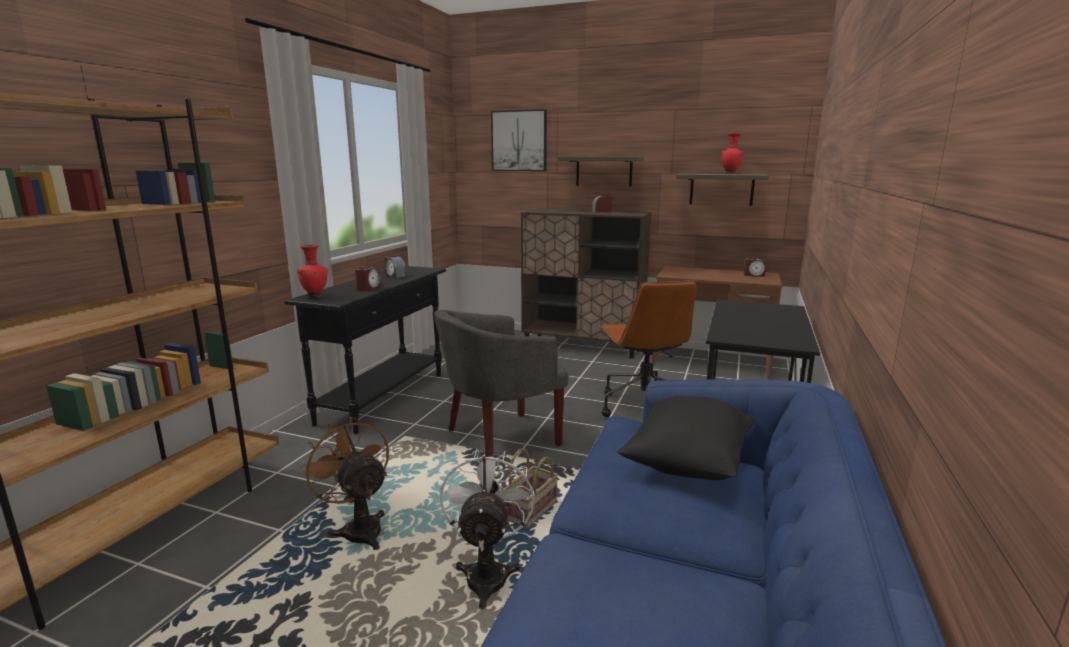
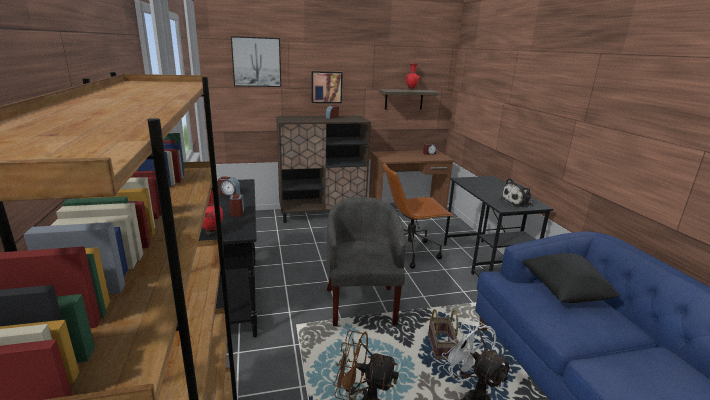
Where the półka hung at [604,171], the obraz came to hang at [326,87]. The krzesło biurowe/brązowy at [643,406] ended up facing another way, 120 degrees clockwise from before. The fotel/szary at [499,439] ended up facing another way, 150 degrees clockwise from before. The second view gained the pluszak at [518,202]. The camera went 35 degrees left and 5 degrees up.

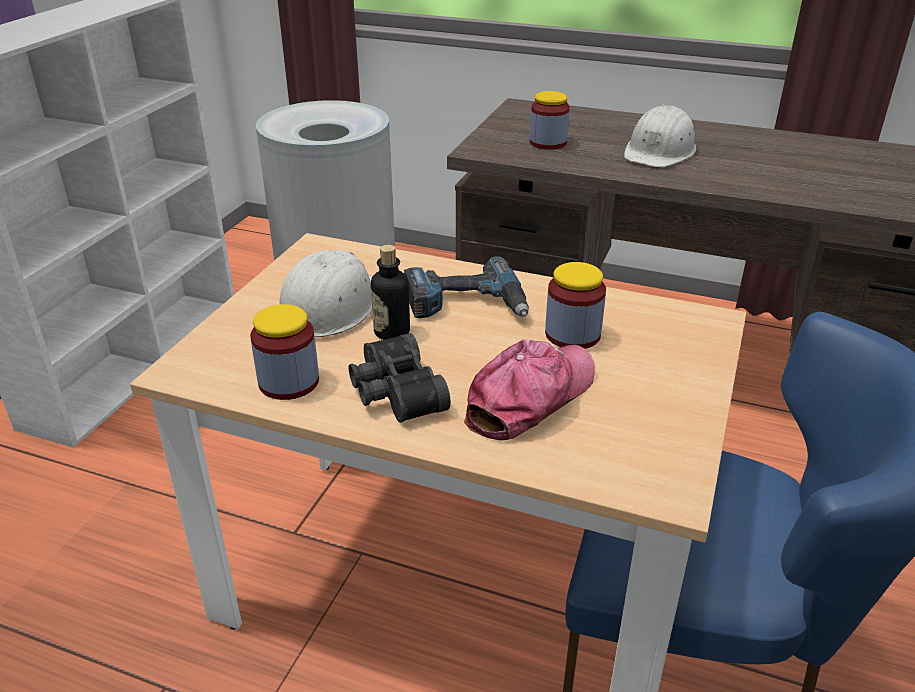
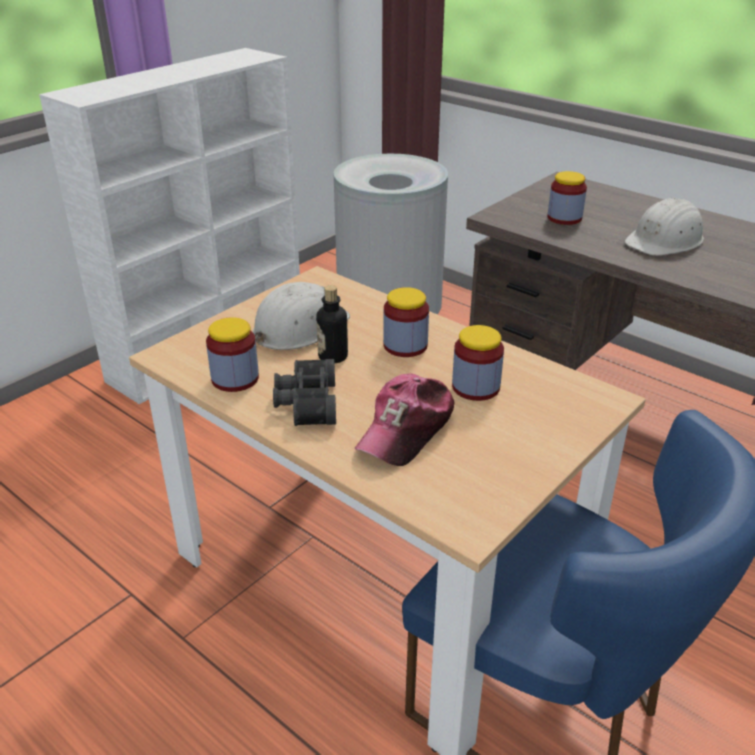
Where the wiertarka stood at [466,304], the słoik came to stand at [405,345]. The czapka z daszkiem at [530,398] ended up facing another way, 150 degrees clockwise from before. The camera went 20 degrees right and 0 degrees up.

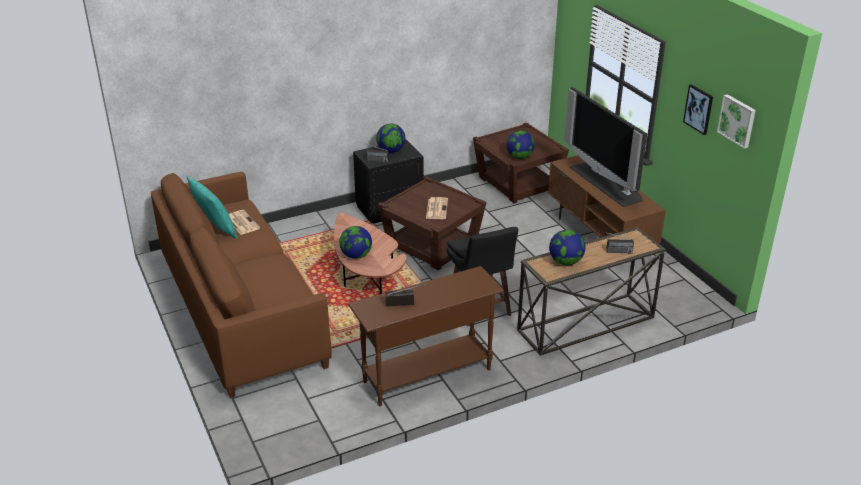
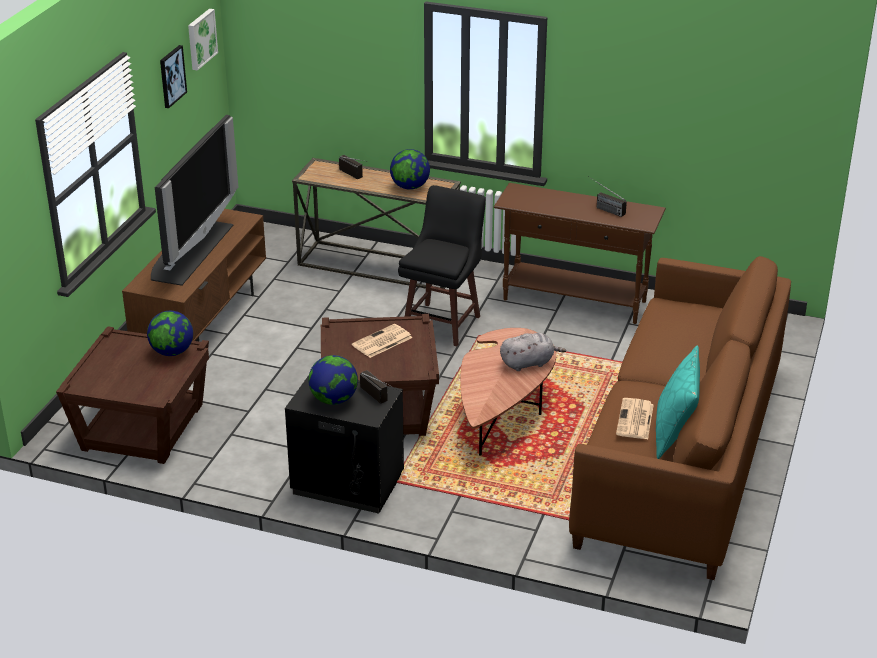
Where the globus stood at [356,255], the pluszak/szary came to stand at [529,363]. The camera went 135 degrees left and 0 degrees up.

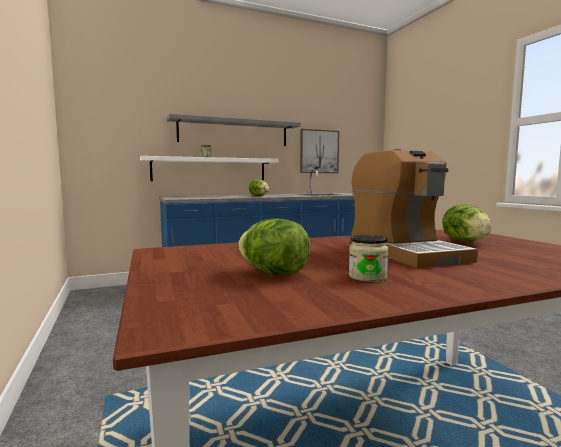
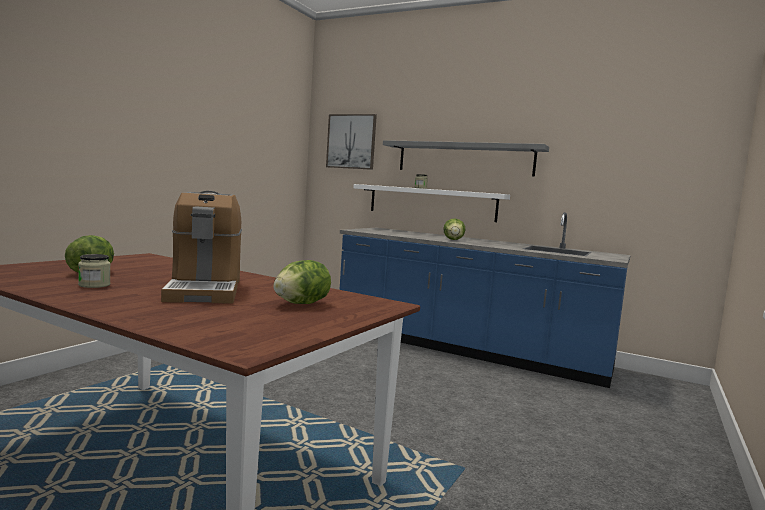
The obraz ended up elsewhere, having gone from [319,151] to [351,141]. The ekspres do kawy at [404,252] ended up facing another way, 45 degrees counterclockwise from before. The camera went 50 degrees right and 0 degrees up.

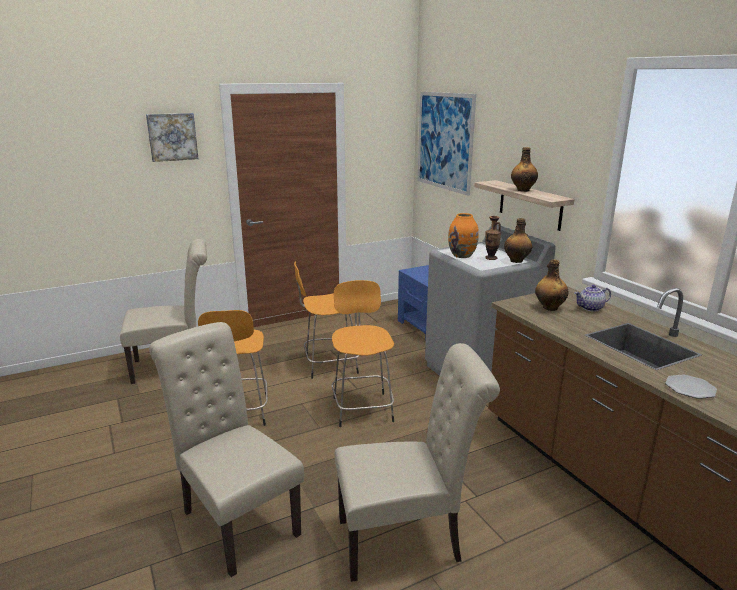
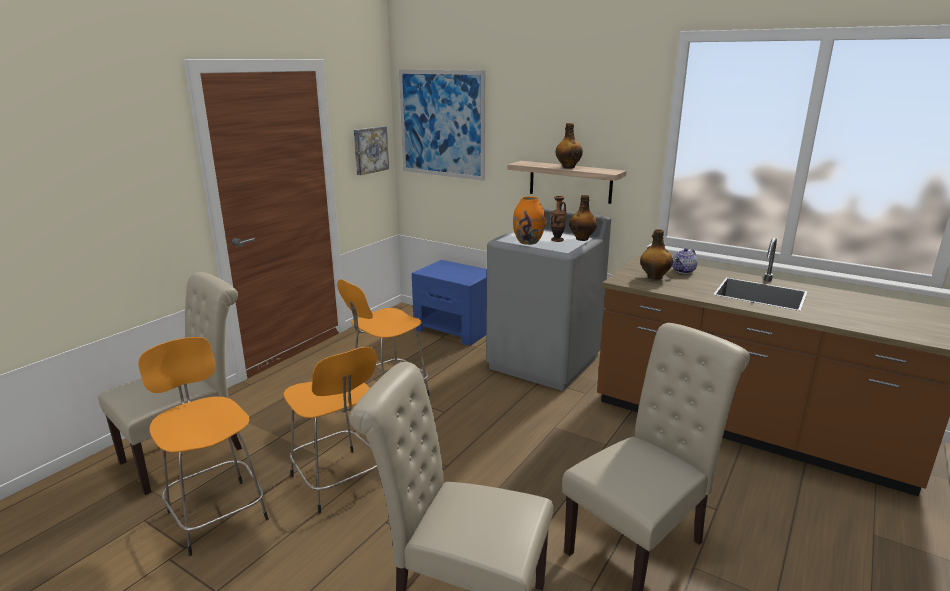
The obraz ended up elsewhere, having gone from [172,137] to [370,150]. The stołek/pomarańczowy ended up elsewhere, having gone from [362,408] to [216,513]. The second view lost the talerz at [690,388]. The camera went 30 degrees left and 0 degrees up.

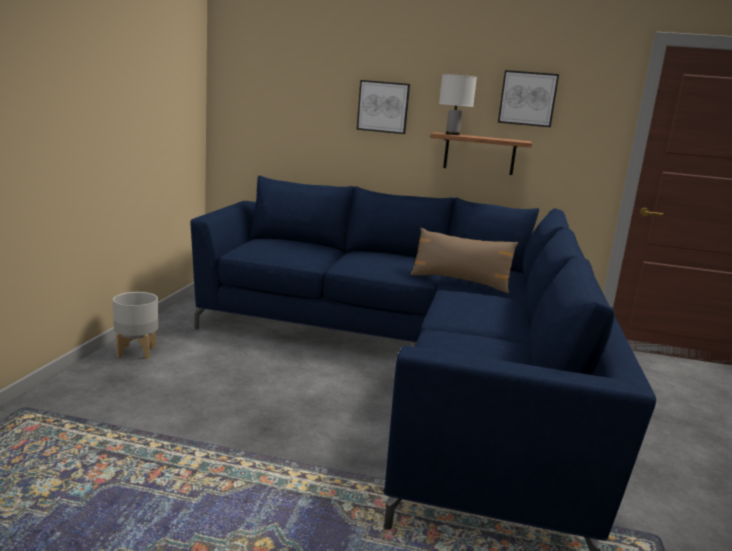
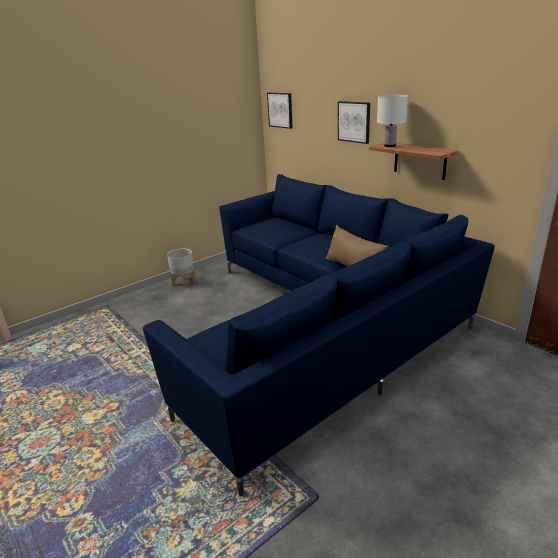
The obraz ended up elsewhere, having gone from [527,98] to [280,110]. The camera went 40 degrees right and 10 degrees up.

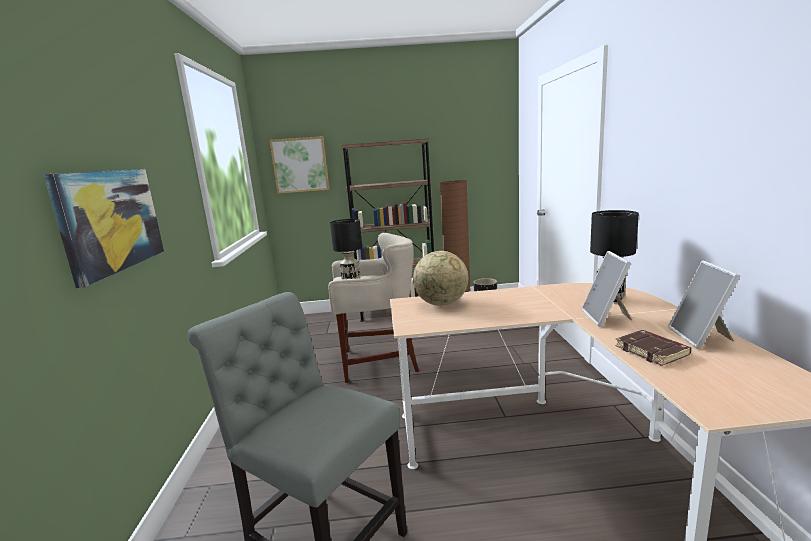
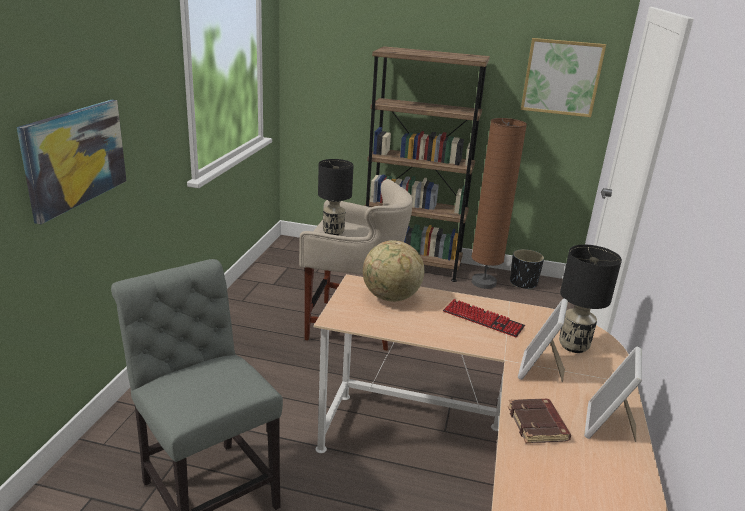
The obraz ended up elsewhere, having gone from [300,165] to [561,77]. The second view gained the klawiatura at [483,319]. The camera went 15 degrees right and 10 degrees up.

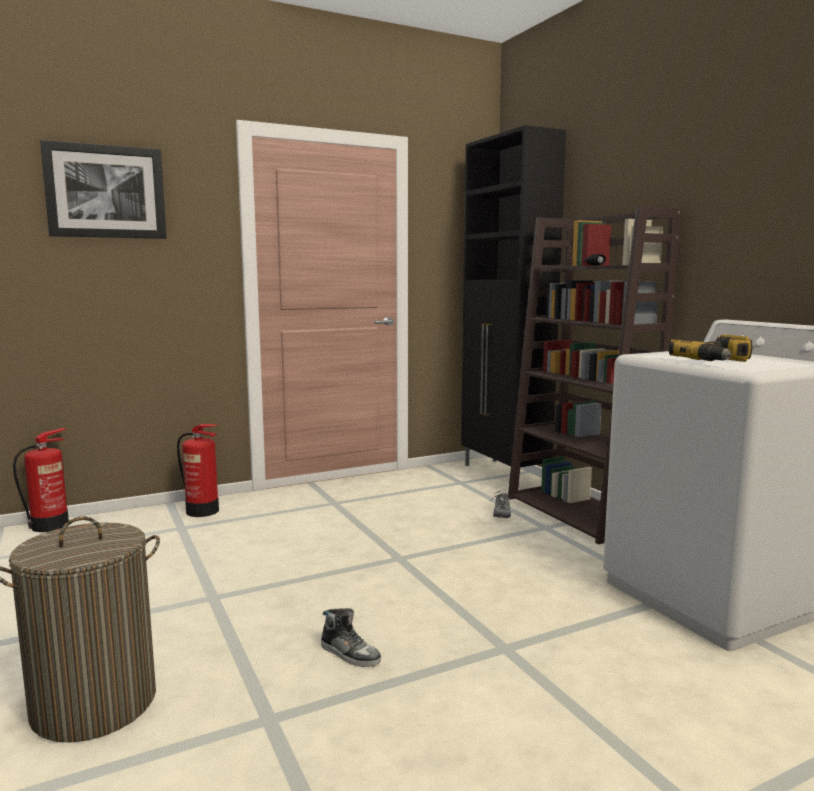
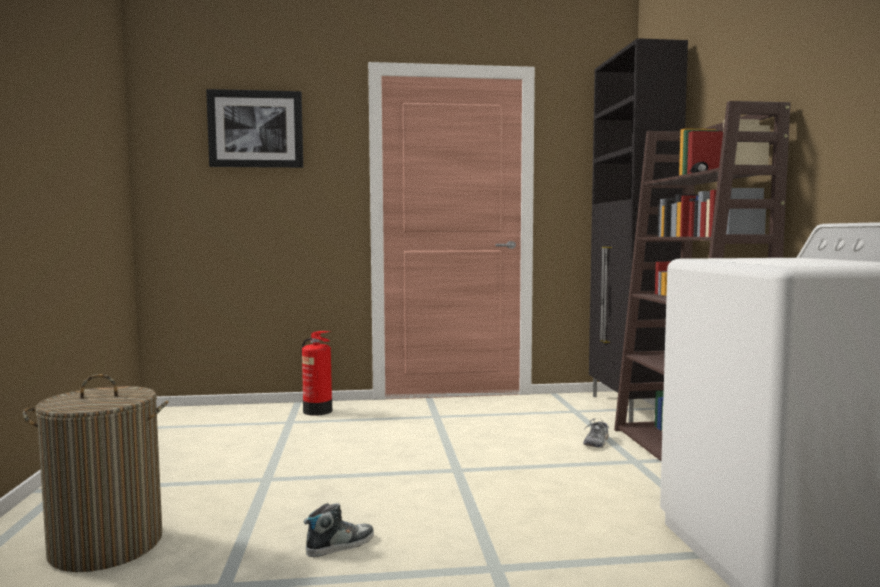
The second view lost the wiertarka at [716,362]. The second view lost the gaśnica at [51,525]. The but at [350,654] ended up facing another way, 90 degrees counterclockwise from before. The camera went 20 degrees right and 5 degrees down.

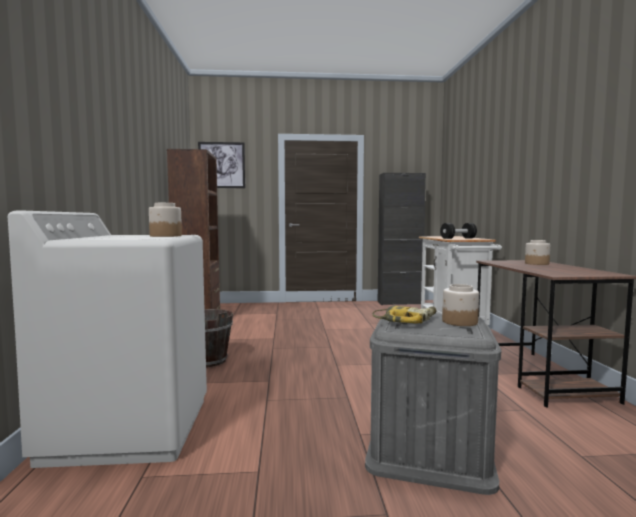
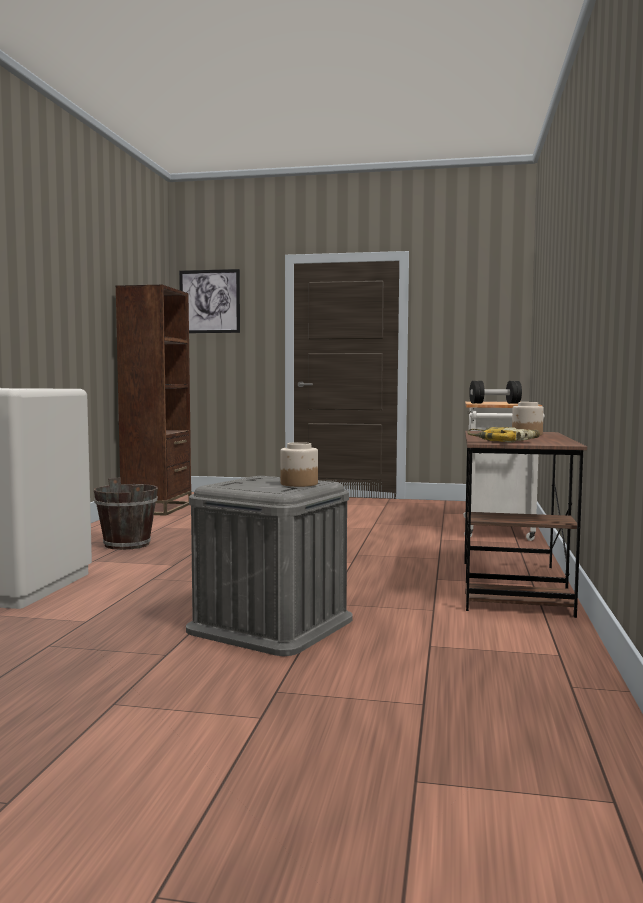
The second view lost the szafka/czarny at [399,303]. The second view lost the słoik at [165,236]. The wiertarka ended up elsewhere, having gone from [406,320] to [505,441]. The camera went 15 degrees right and 0 degrees up.

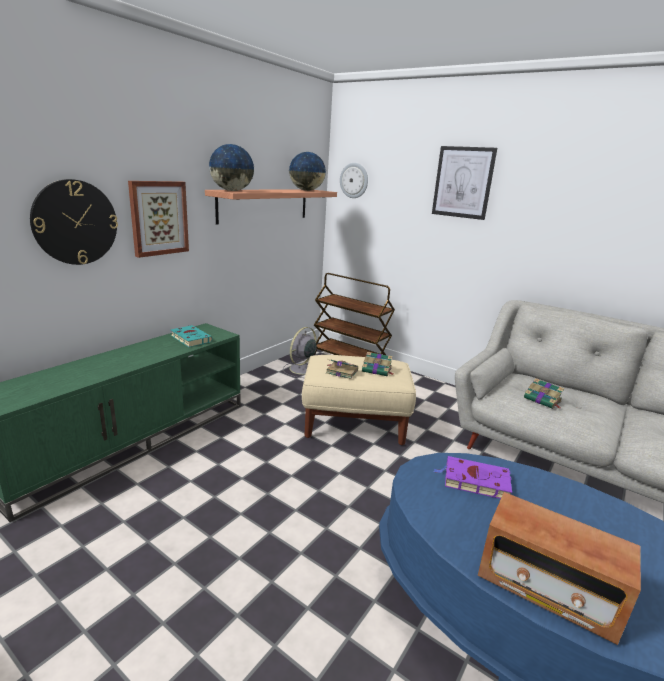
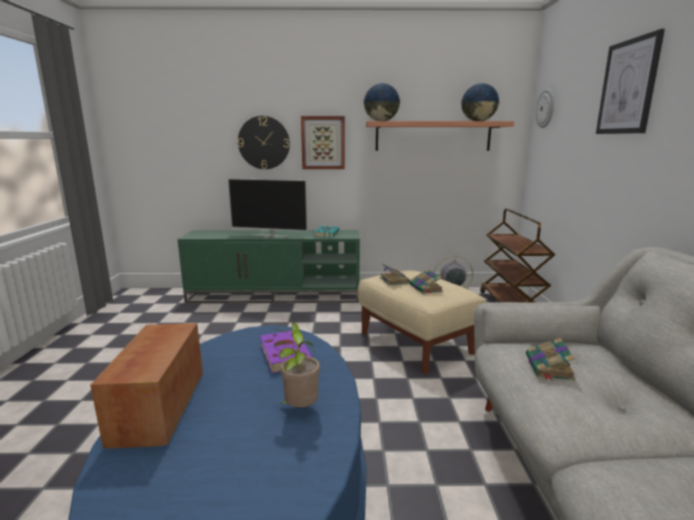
The second view gained the telewizor at [270,235]. The second view gained the roślina doniczkowa at [299,409]. The camera went 55 degrees right and 5 degrees down.

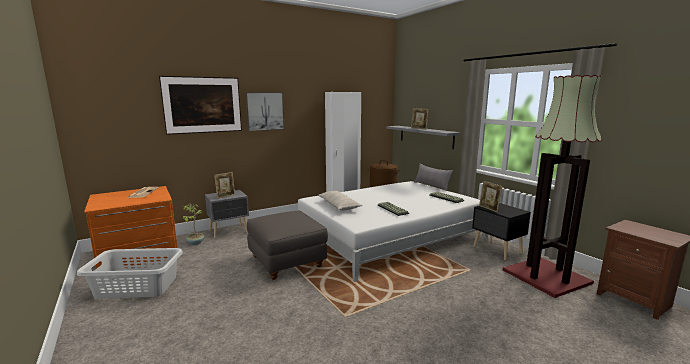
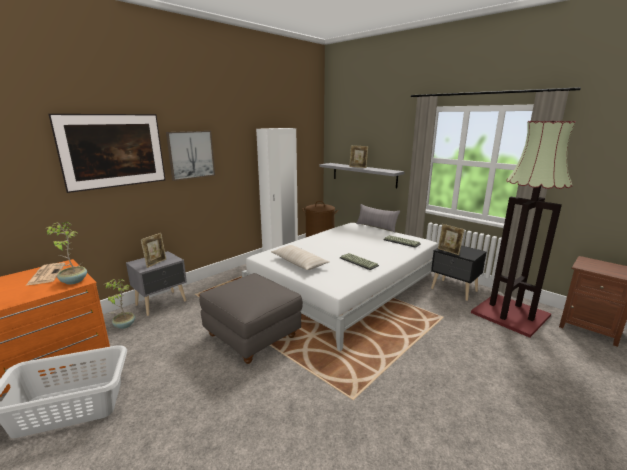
The second view gained the roślina doniczkowa at [73,281]. The camera went 15 degrees left and 5 degrees up.

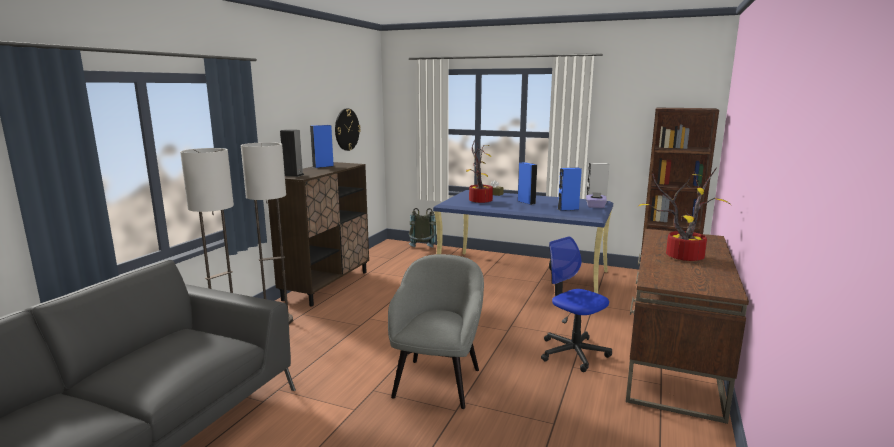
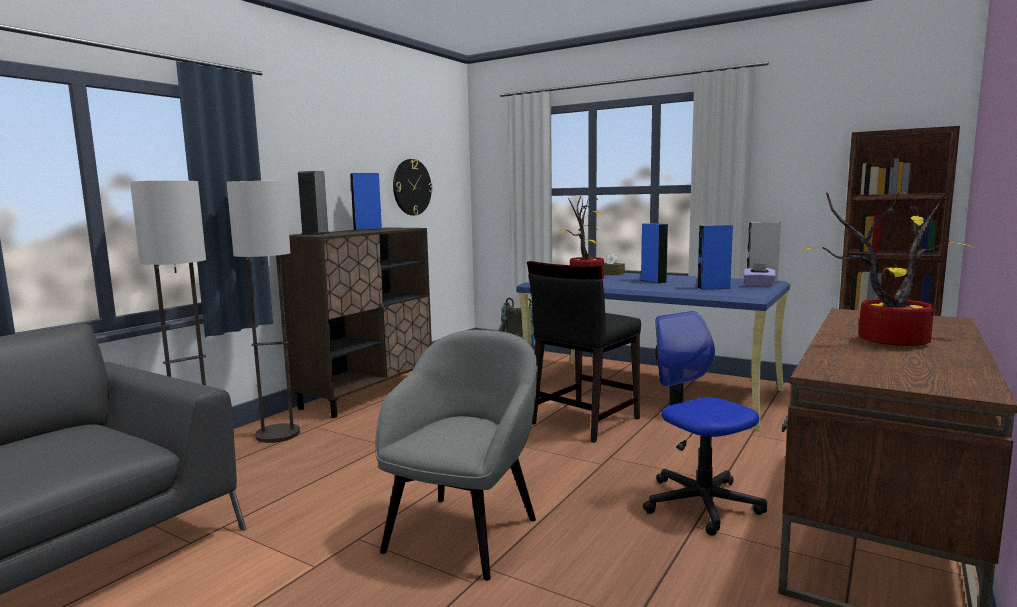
The second view gained the krzesło/czarny at [584,421]. The camera went 10 degrees right and 5 degrees down.

